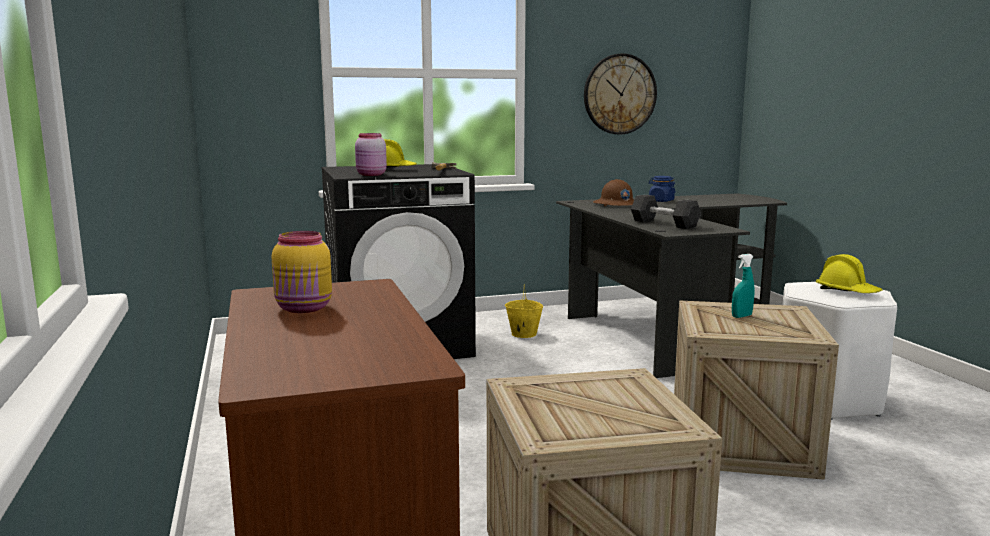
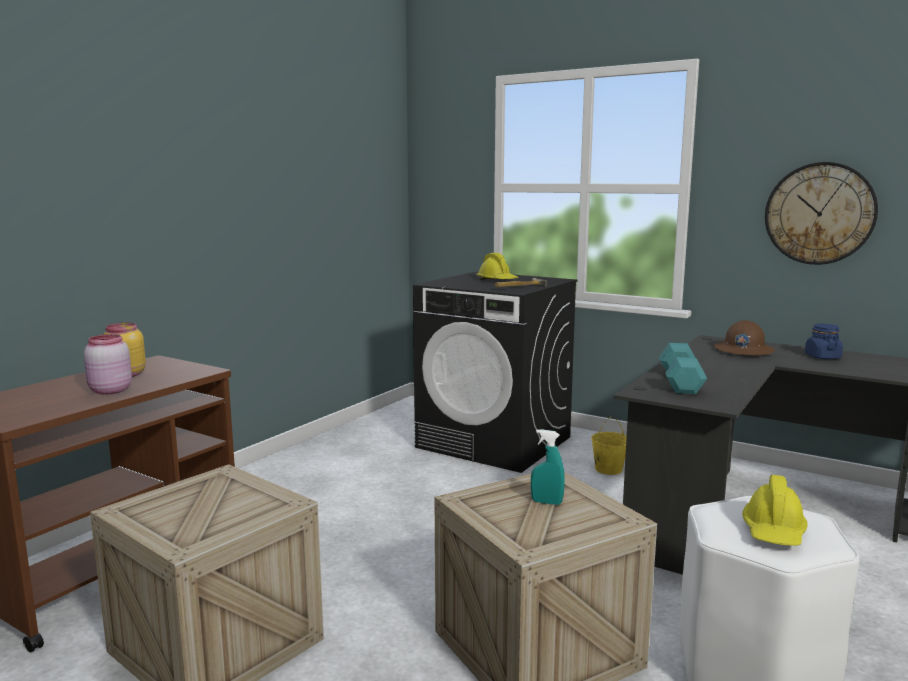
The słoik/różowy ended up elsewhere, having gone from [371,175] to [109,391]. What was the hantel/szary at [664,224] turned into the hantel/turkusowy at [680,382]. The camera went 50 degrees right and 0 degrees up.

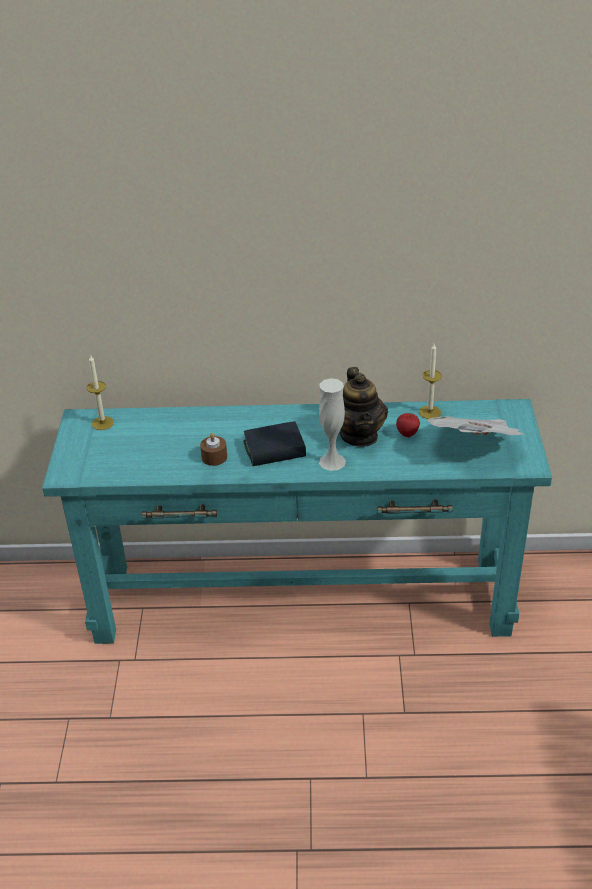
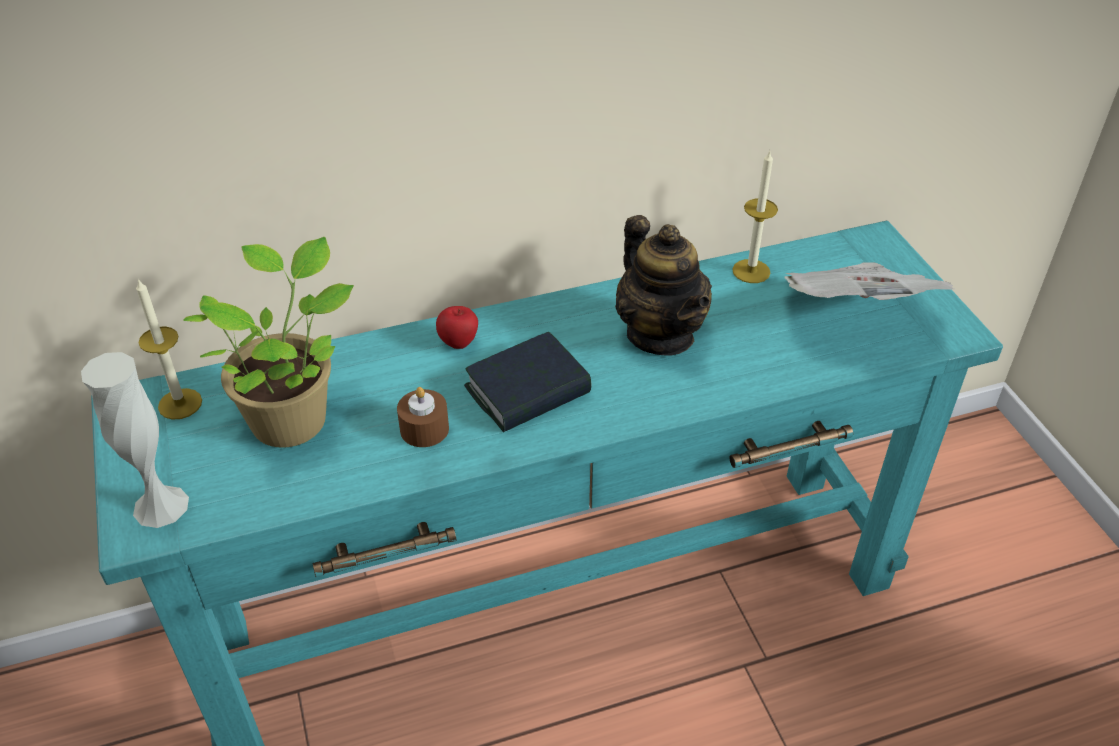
The wazon/biały ended up elsewhere, having gone from [332,461] to [161,506]. The jabłko ended up elsewhere, having gone from [407,434] to [459,343]. The second view gained the roślina doniczkowa at [293,417]. The camera went 20 degrees left and 5 degrees up.

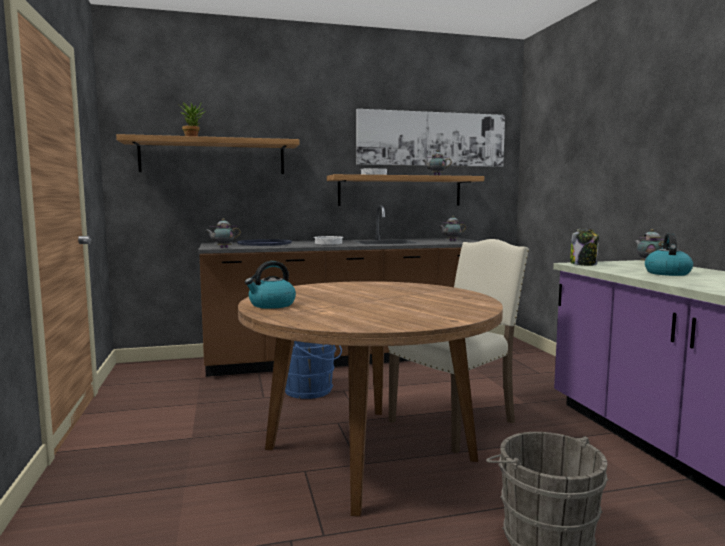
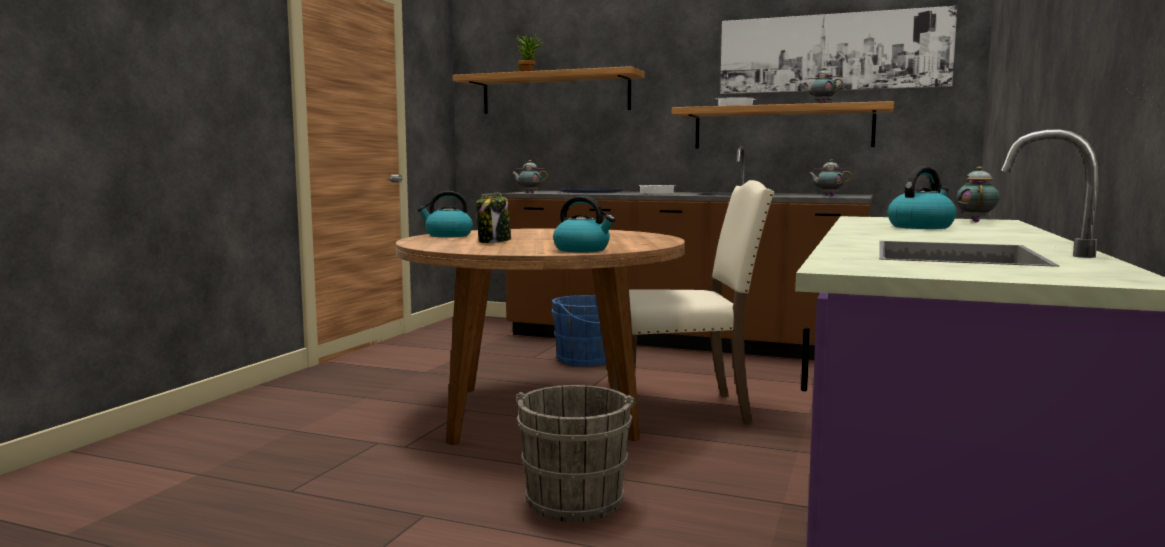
The słoik ended up elsewhere, having gone from [583,264] to [494,241]. The second view gained the czajnik at [582,250]. The camera went 35 degrees right and 0 degrees up.

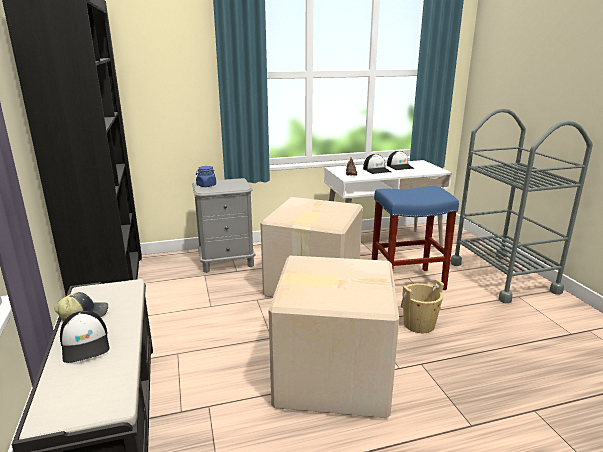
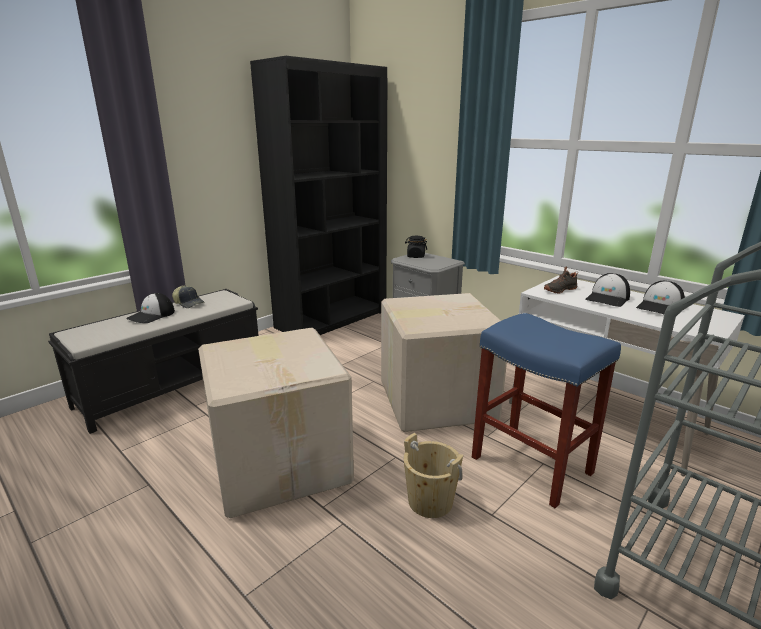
What was the słoik/niebieski at [206,185] turned into the słoik/czarny at [415,256]. The camera went 60 degrees right and 0 degrees up.

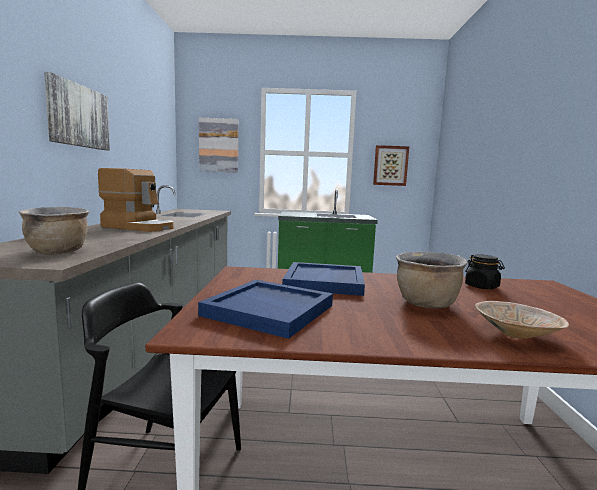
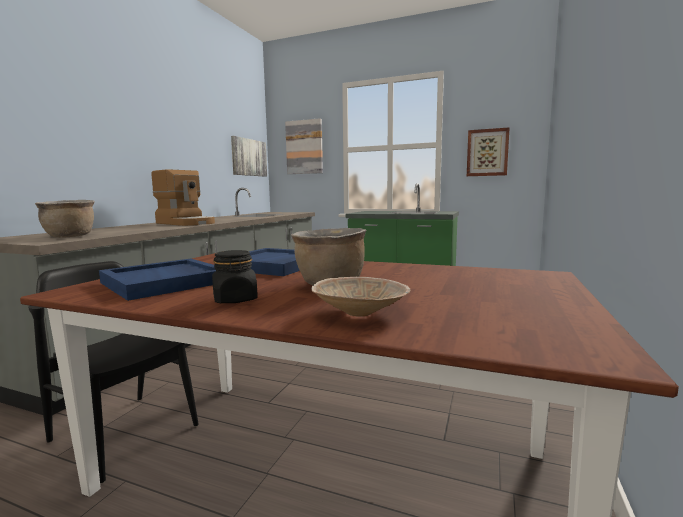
The obraz ended up elsewhere, having gone from [78,116] to [248,157]. The słoik/czarny ended up elsewhere, having gone from [482,286] to [235,299]. The camera went 20 degrees right and 0 degrees up.

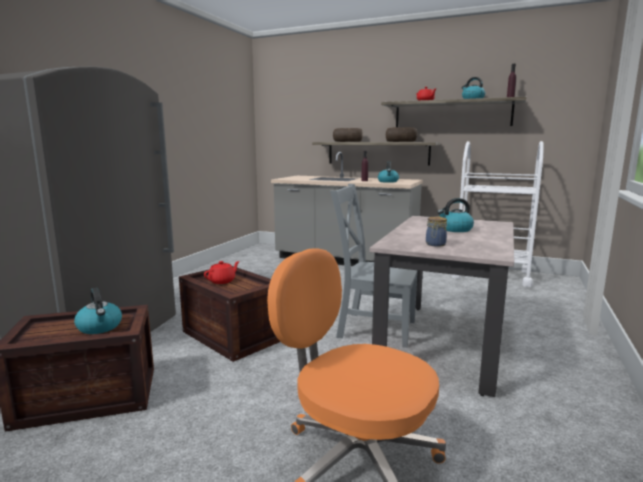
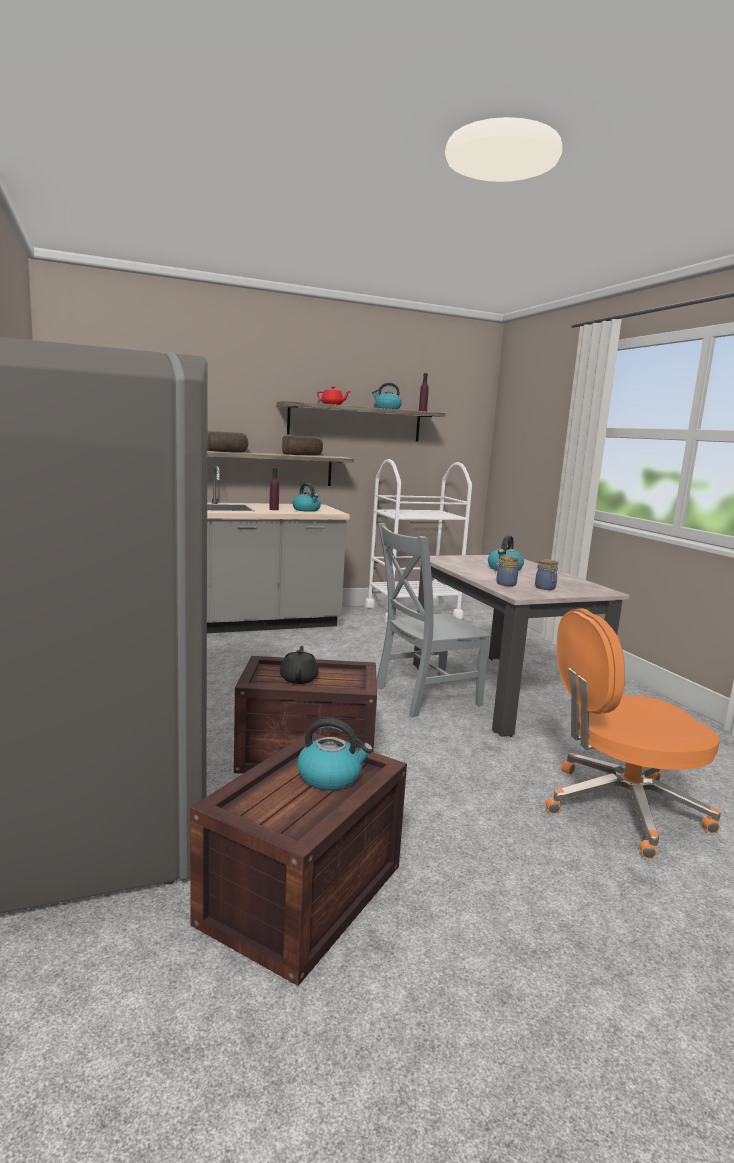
What was the imbryk/czerwony at [222,281] turned into the imbryk/czarny at [299,678]. The second view gained the słoik at [505,584]. The camera went 45 degrees left and 0 degrees up.

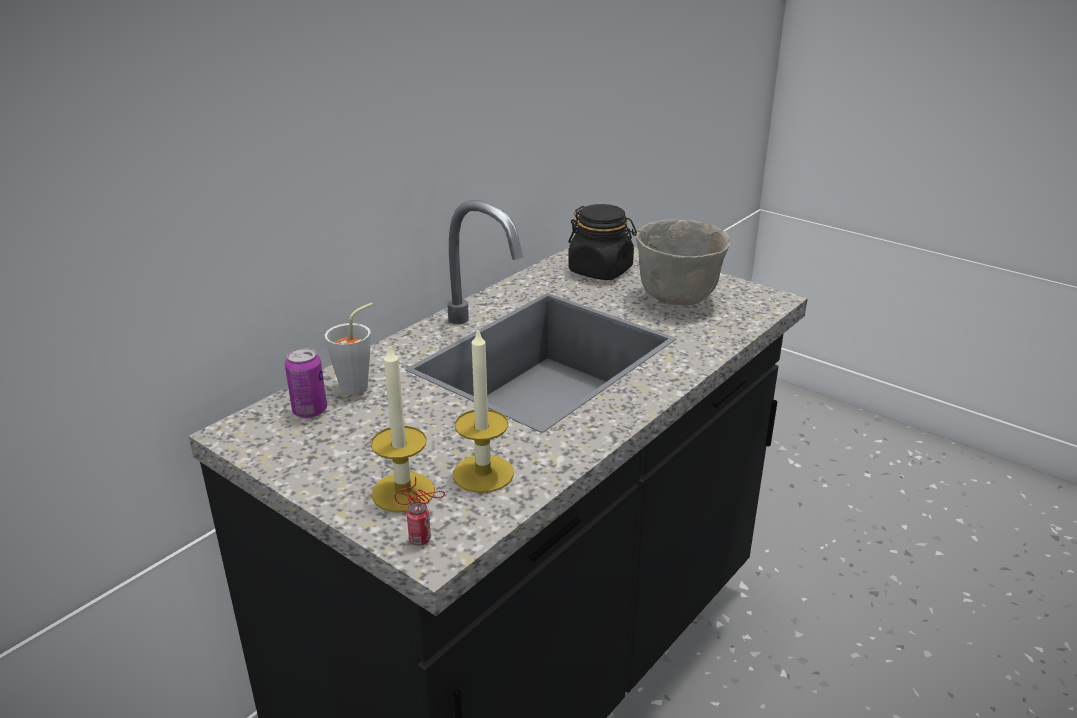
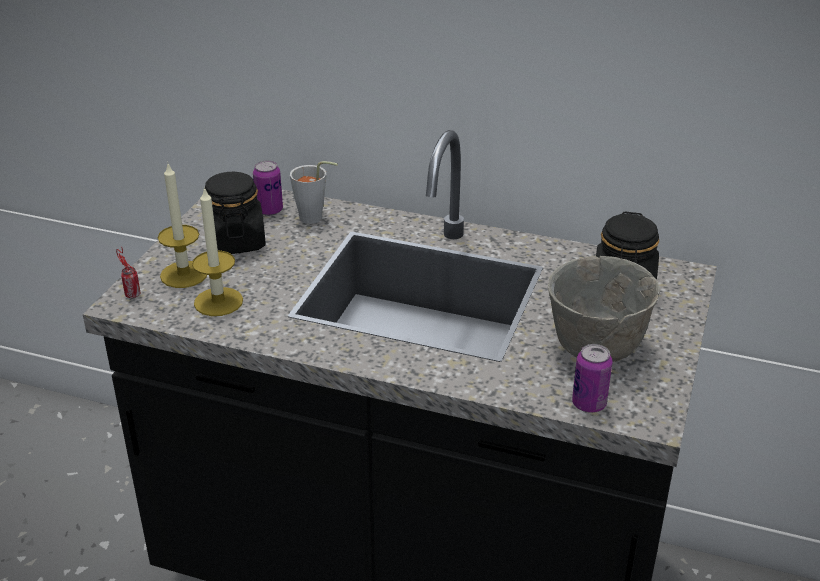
The second view gained the słoik/czarny at [235,241]. The second view gained the puszka at [589,404]. The camera went 70 degrees right and 5 degrees up.

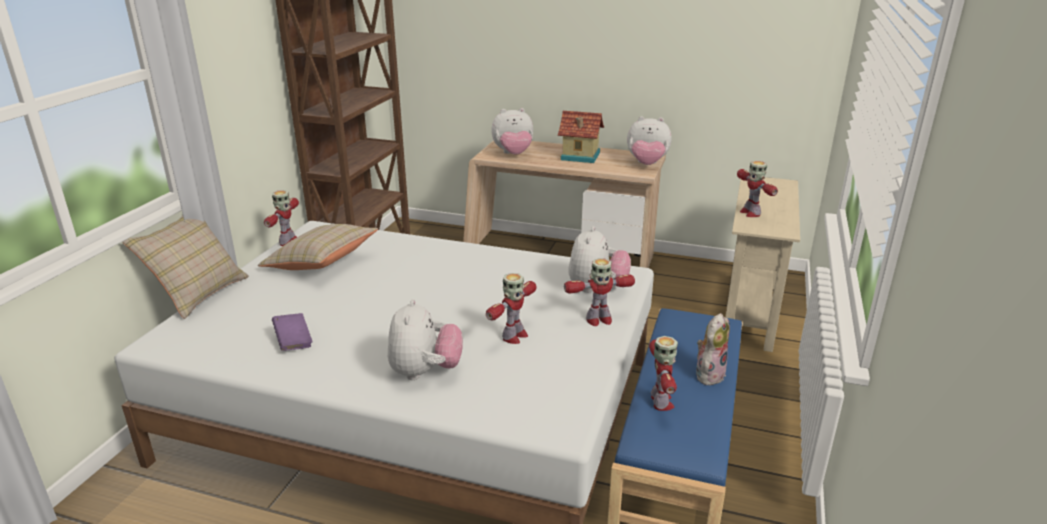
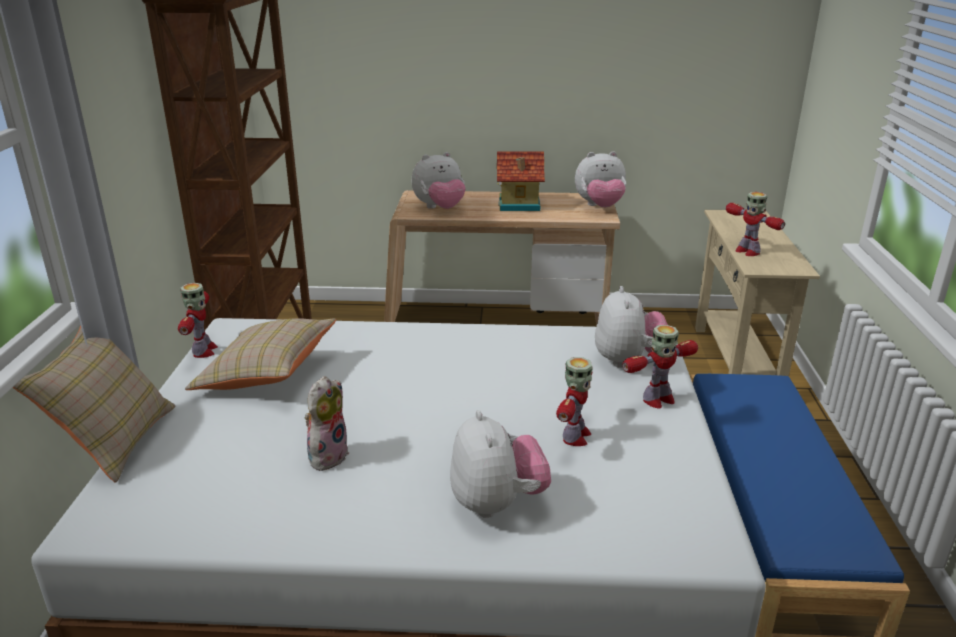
The second view lost the książka/fioletowy at [293,341]. The pluszak ended up elsewhere, having gone from [709,374] to [327,455]. The second view lost the robot zabawkowy at [661,402]. The camera went 15 degrees left and 0 degrees up.

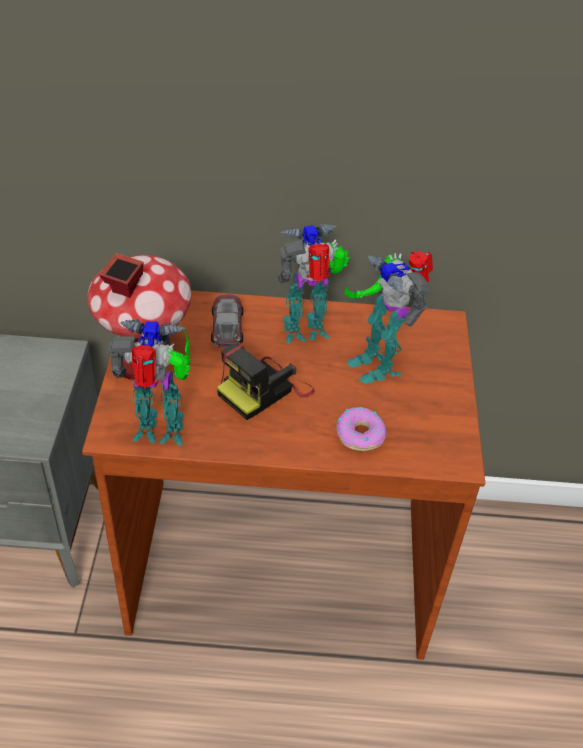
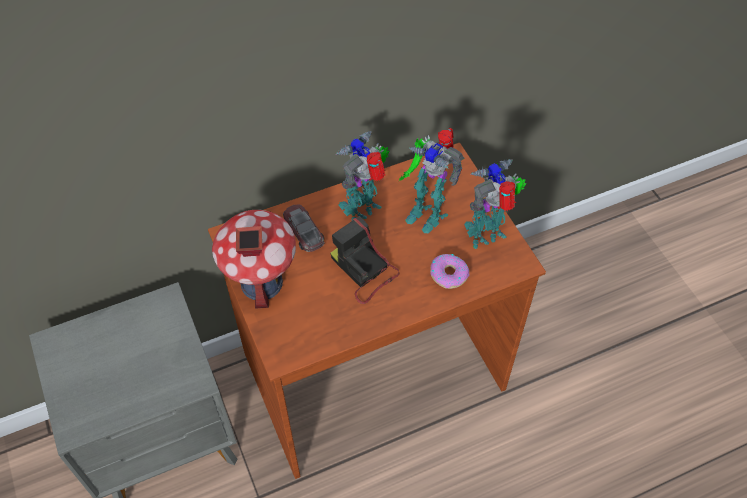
The robot zabawkowy ended up elsewhere, having gone from [162,432] to [487,234]. The aparat fotograficzny at [264,390] ended up facing another way, 120 degrees clockwise from before. The camera went 25 degrees left and 10 degrees up.

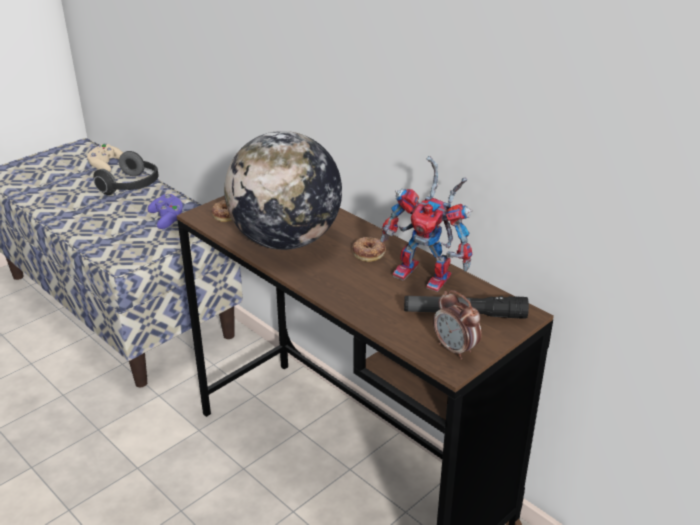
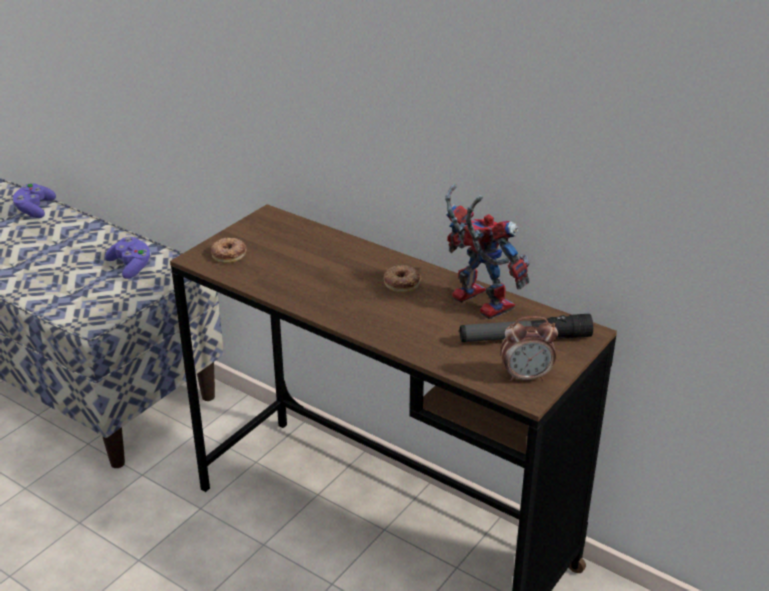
The second view lost the globus at [286,241]. What was the pad do gier/beżowy at [105,165] turned into the pad do gier/fioletowy at [35,209]. The second view lost the słuchawki at [132,187]. The robot zabawkowy at [429,276] ended up facing another way, 150 degrees counterclockwise from before. The budzik at [455,349] ended up facing another way, 45 degrees counterclockwise from before. The camera went 10 degrees left and 0 degrees up.

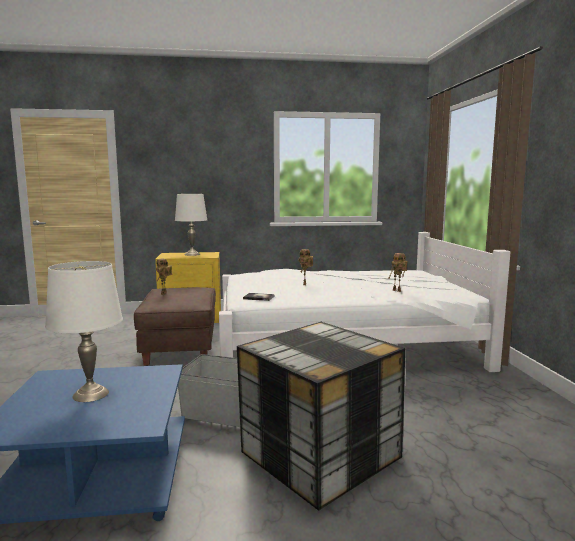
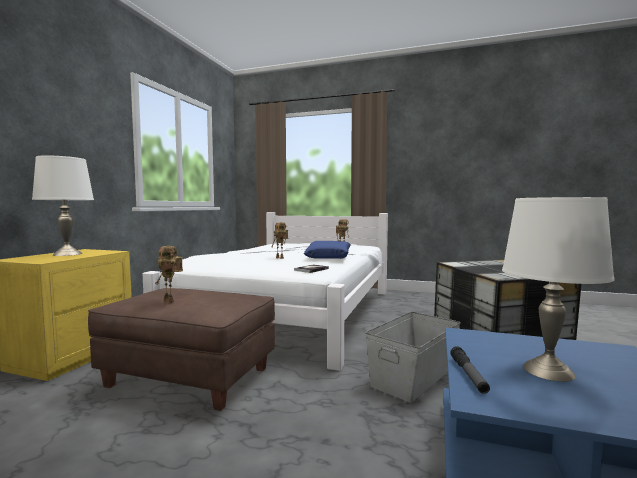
The second view gained the poduszka/niebieski at [329,257]. The second view gained the latarka at [468,375]. The camera went 65 degrees left and 5 degrees down.

